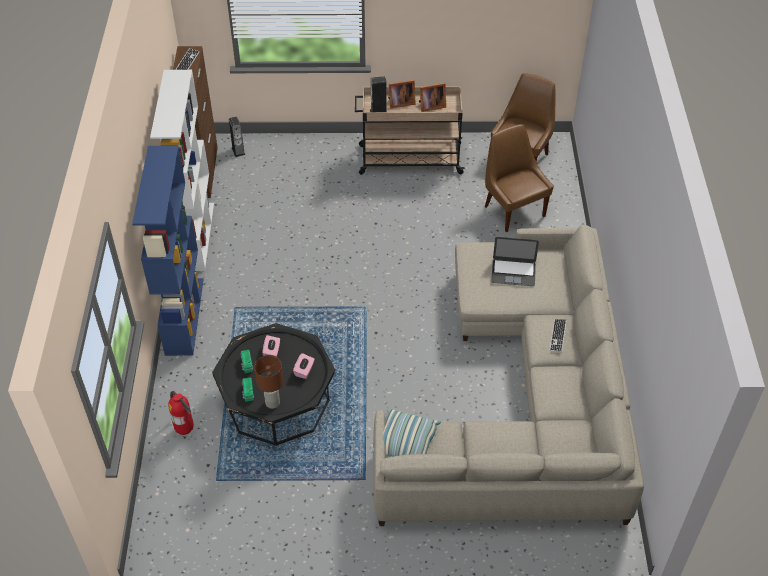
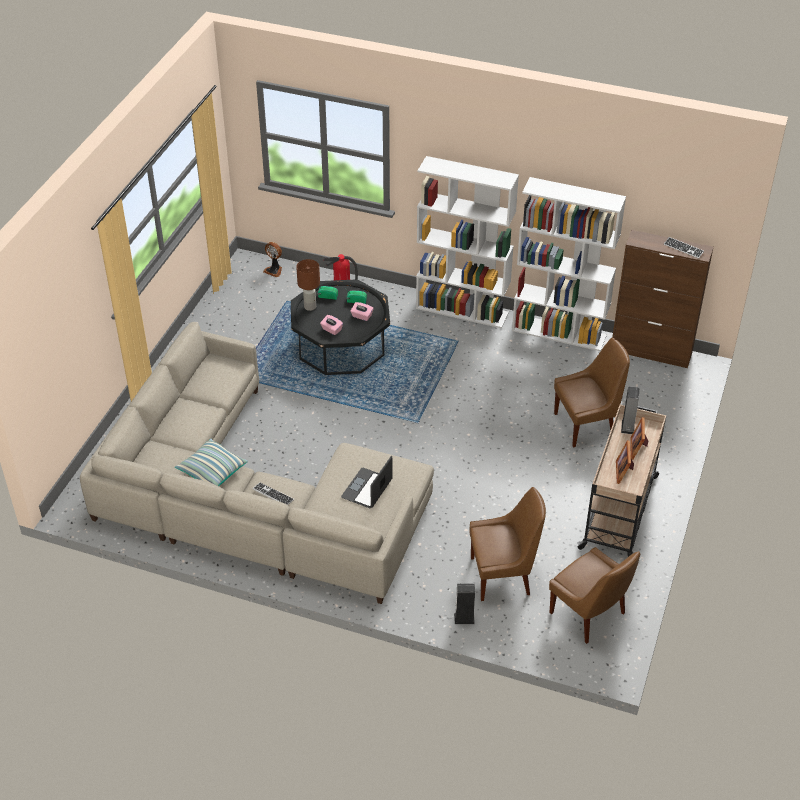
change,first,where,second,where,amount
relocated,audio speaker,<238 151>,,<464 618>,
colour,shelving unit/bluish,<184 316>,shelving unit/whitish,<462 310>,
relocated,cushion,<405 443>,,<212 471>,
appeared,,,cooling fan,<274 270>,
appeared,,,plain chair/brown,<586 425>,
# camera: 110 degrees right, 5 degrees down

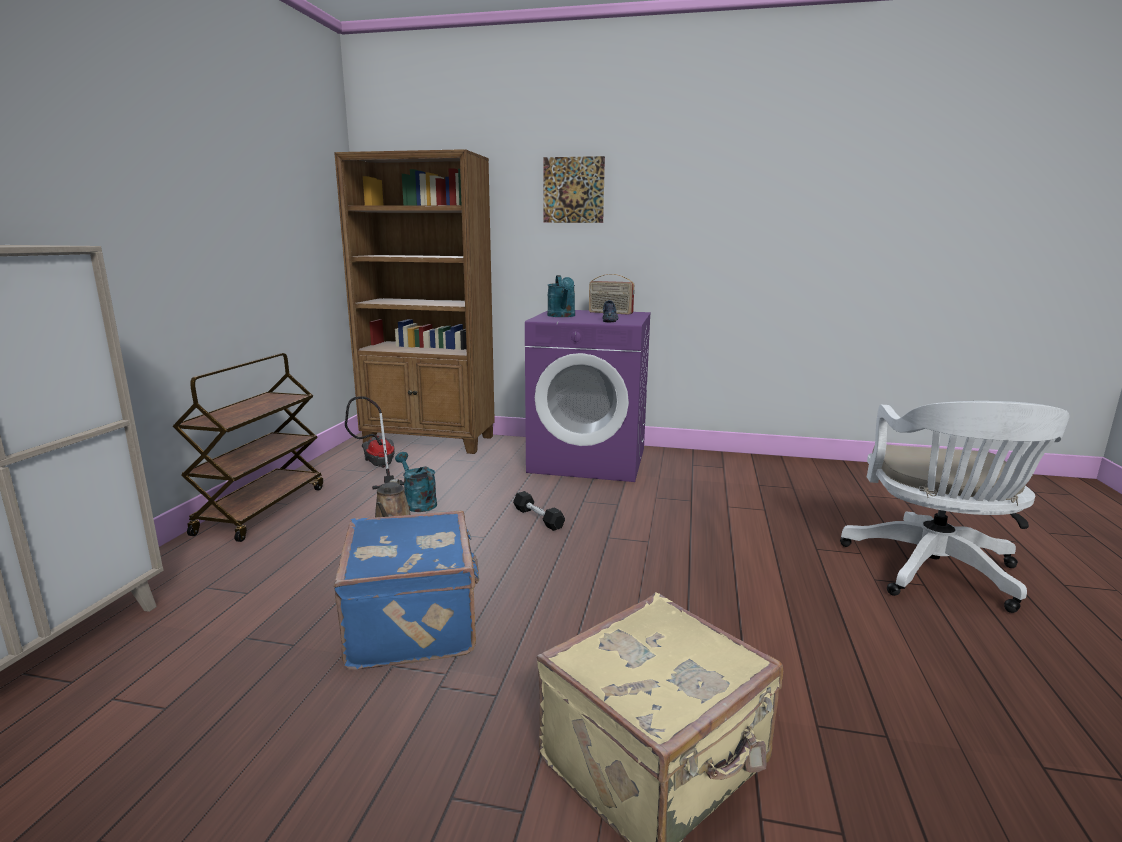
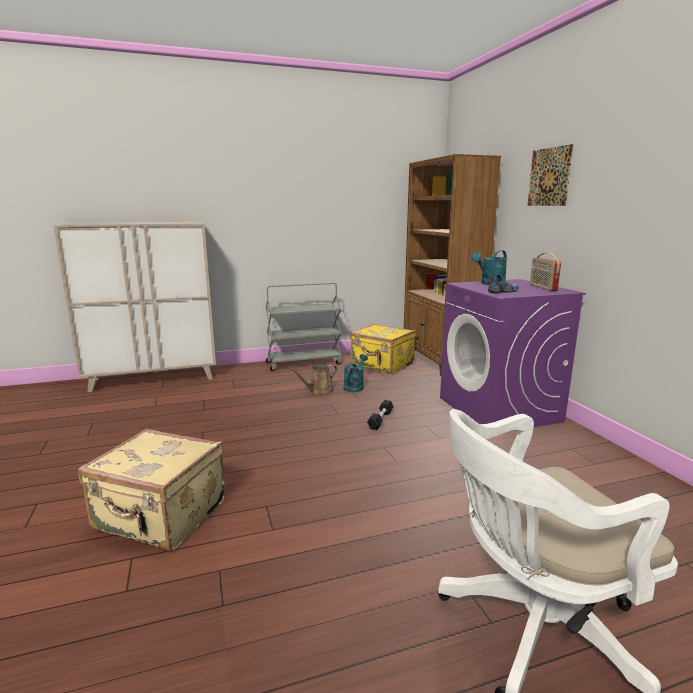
change,first,where,second,where,amount
colour,wheeled cart/brown,<262 509>,wheeled cart/greyish,<304 363>,
exchanged,vacuum,<378 468>,suitcase/yellow-coloured,<382 365>,
missing,suitcase/bluish,<415 623>,,,
# camera: 60 degrees right, 0 degrees up

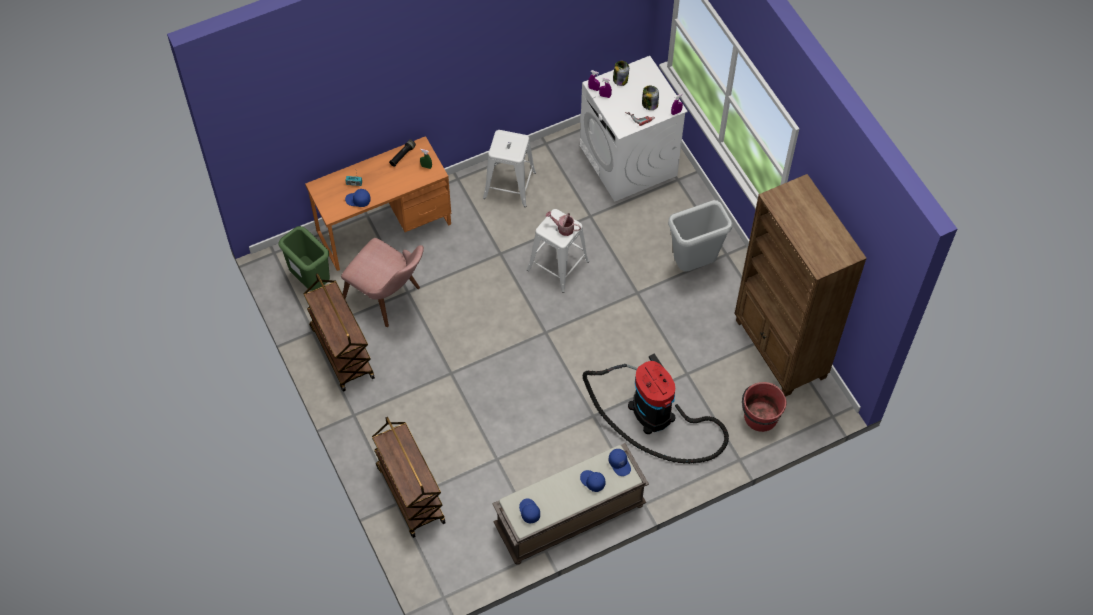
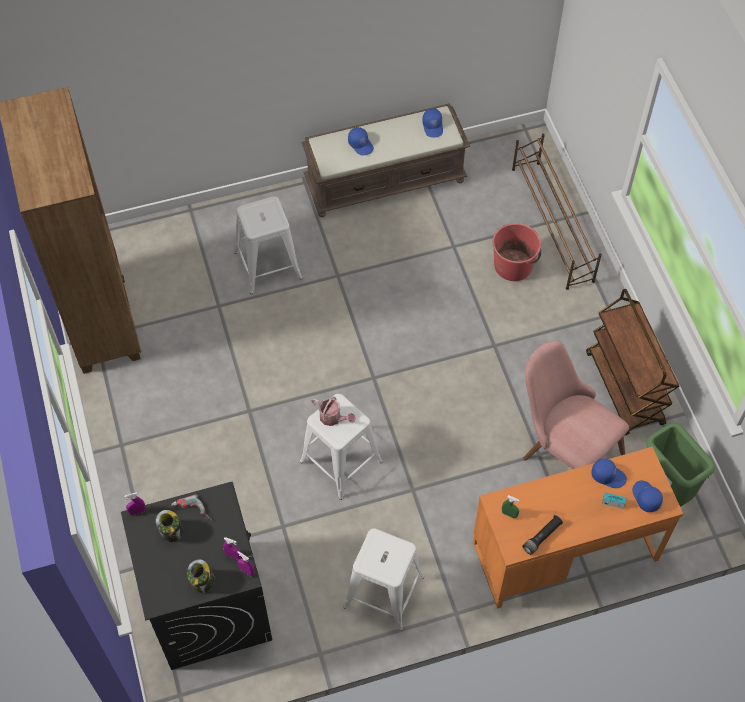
change,first,where,second,where,amount
colour,washing machine/whitish,<628 161>,washing machine/black,<208 604>,
missing,trash can/greyish,<694 265>,,,
exchanged,vacuum,<655 416>,stool seat/whitish,<268 265>,
relocated,water bucket/red-coloured,<760 417>,,<513 265>,
exchanged,wheeled cart/brown,<410 494>,shoe stand/brown,<552 225>,
relocated,peaked cap/bluish,<620 464>,,<645 497>,
# camera: 170 degrees left, 0 degrees up

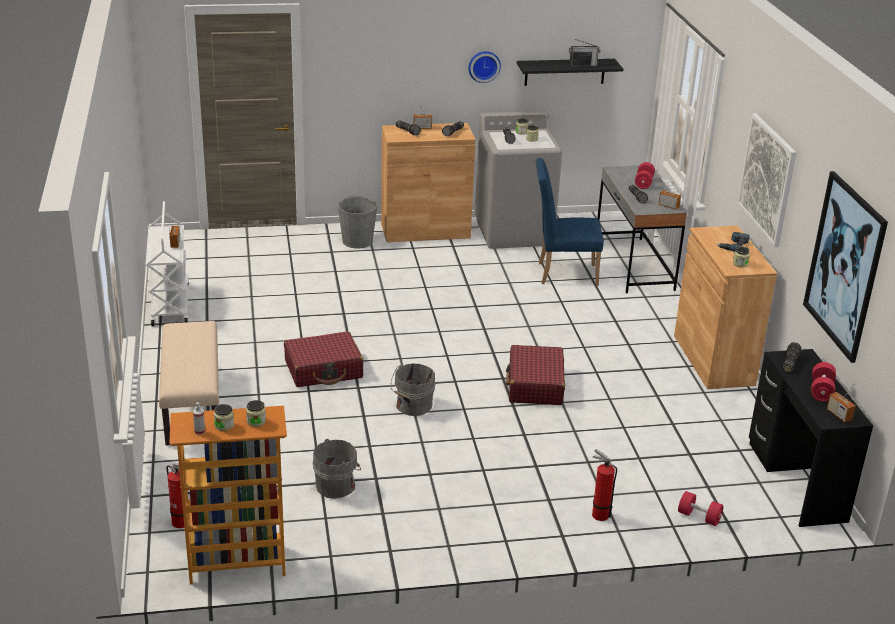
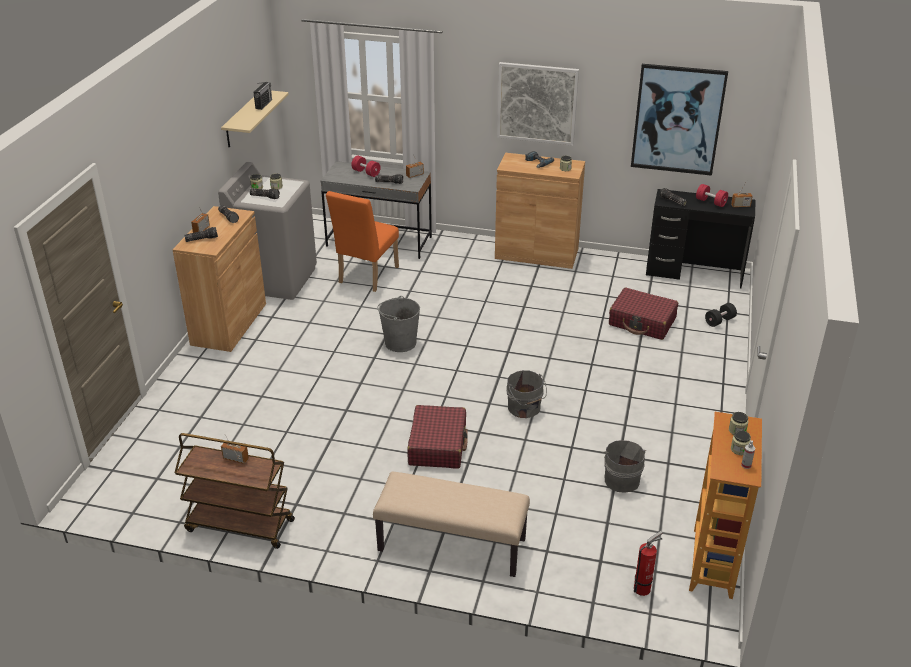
change,first,where,second,where,amount
missing,hanging clock,<484 66>,,,
colour,wall shelf/black,<565 72>,wall shelf/beige,<243 119>,
colour,plain chair/bluish,<562 273>,plain chair/orangey,<366 277>,
relocated,water bucket/greyish,<357 241>,,<400 343>,
colour,wheeled cart/whitish,<169 304>,wheeled cart/brown,<239 526>,
relocated,suitcase/red-coloured,<535 385>,,<642 322>,
missing,fire extinguisher,<598 514>,,,
colour,free weight/red-coloured,<699 517>,free weight/black,<719 321>,
# camera: 65 degrees left, 5 degrees up

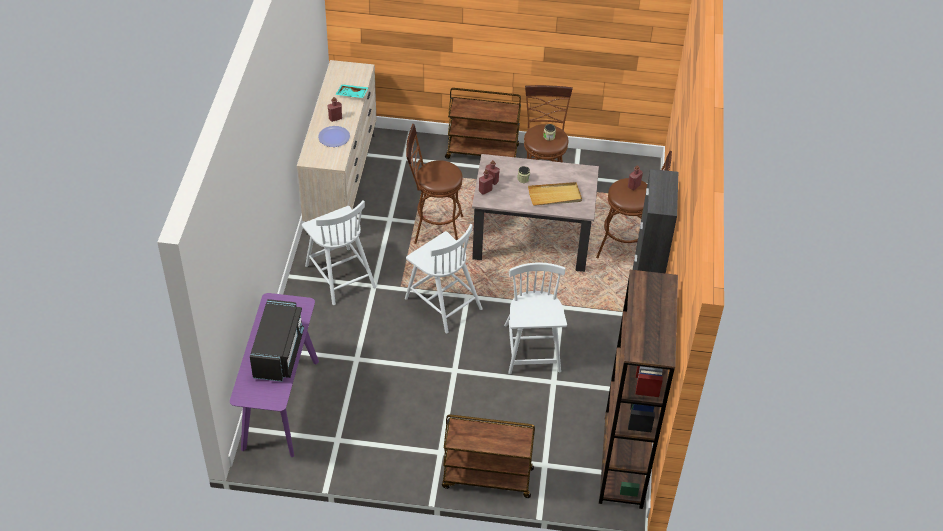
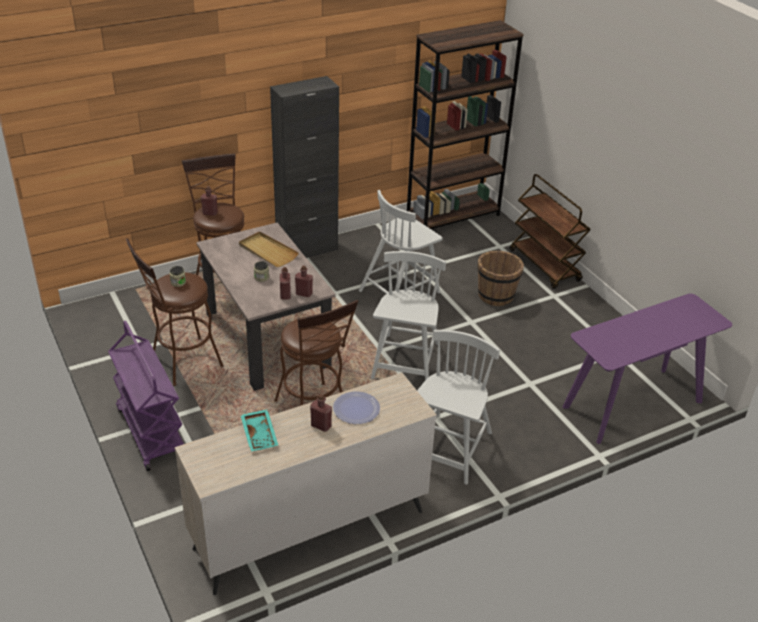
change,first,where,second,where,amount
colour,wheeled cart/brown,<482 152>,wheeled cart/purplish,<150 432>,
missing,microwave/black,<278 353>,,,
appeared,,,water bucket/brown,<496 295>,
# camera: 125 degrees left, 10 degrees down

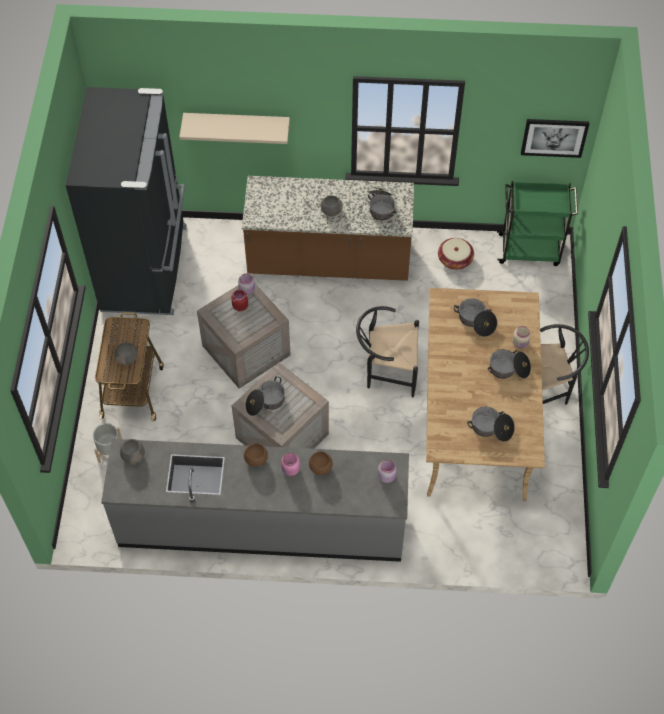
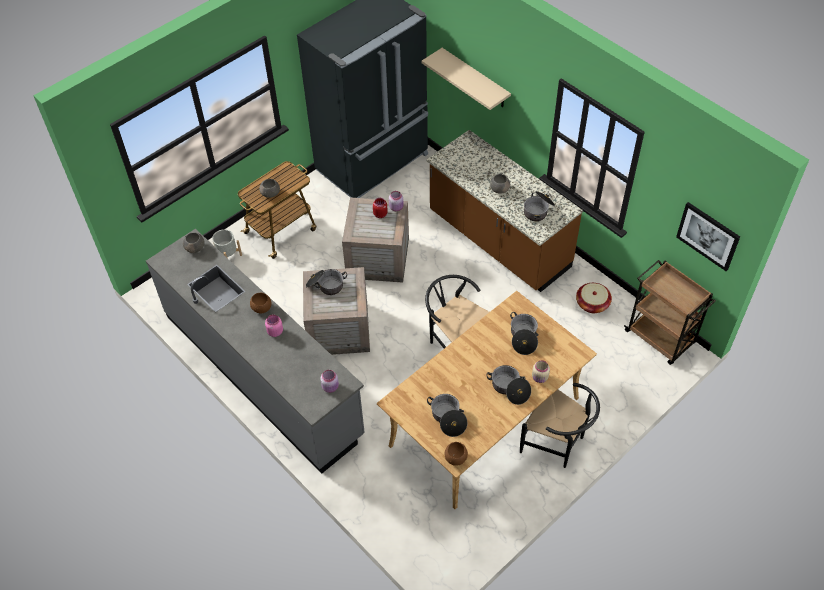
change,first,where,second,where,amount
colour,wheeled cart/green-coloured,<530 250>,wheeled cart/brown,<660 338>,
relocated,deep dish/brown,<320 468>,,<455 458>,
# camera: 45 degrees right, 5 degrees down

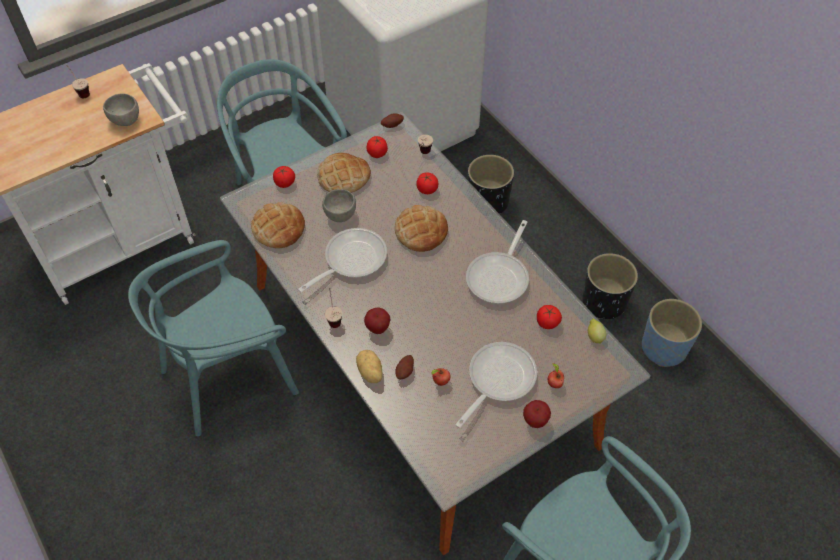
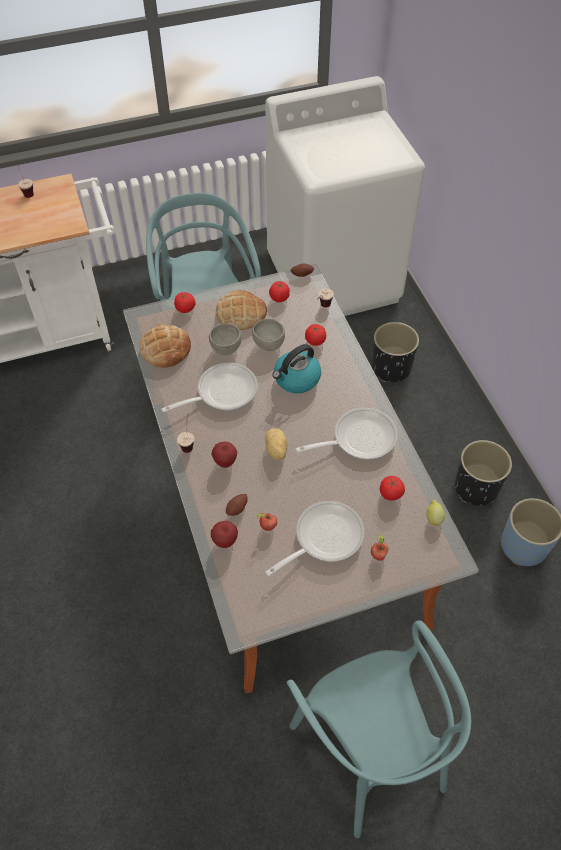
change,first,where,second,where,amount
relocated,deep dish/greyish,<125 121>,,<268 345>,
exchanged,bread,<421 231>,tea kettle,<296 379>,
spun,skillet,<500 276>,,<358 438>,150 degrees counterclockwise
missing,plain chair/turquoise,<229 377>,,,
relocated,spud,<369 373>,,<275 450>,
relocated,apple fruit,<535 421>,,<225 541>,
# camera: 15 degrees right, 0 degrees up

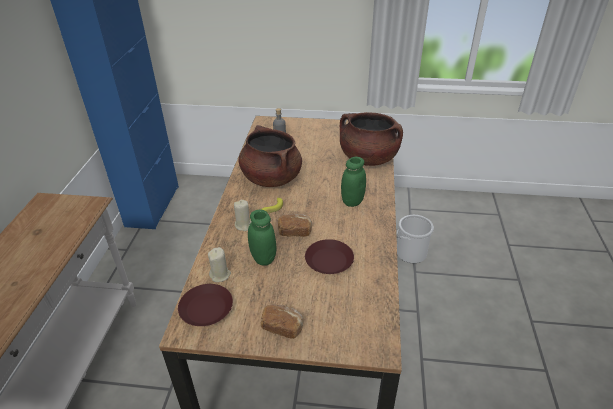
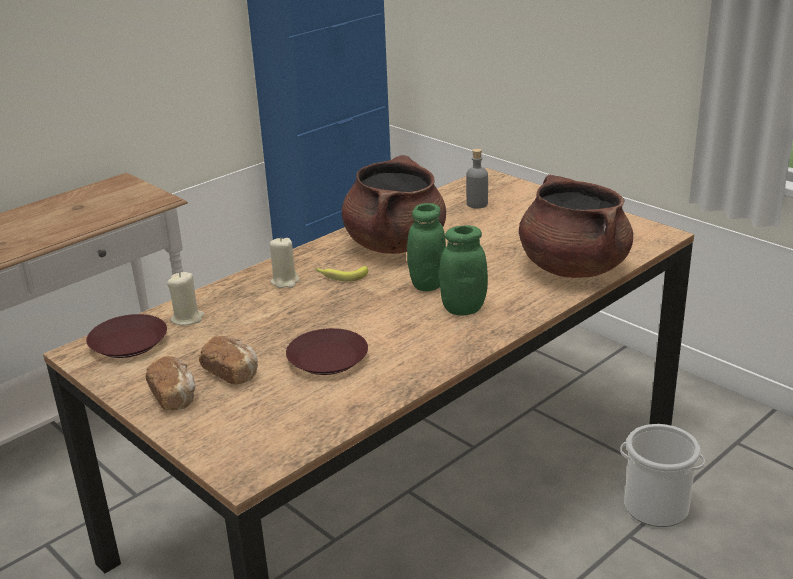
change,first,where,second,where,amount
relocated,jar/green-coloured,<263 258>,,<427 284>,
relocated,bread,<294 231>,,<232 372>,
# camera: 40 degrees right, 10 degrees down

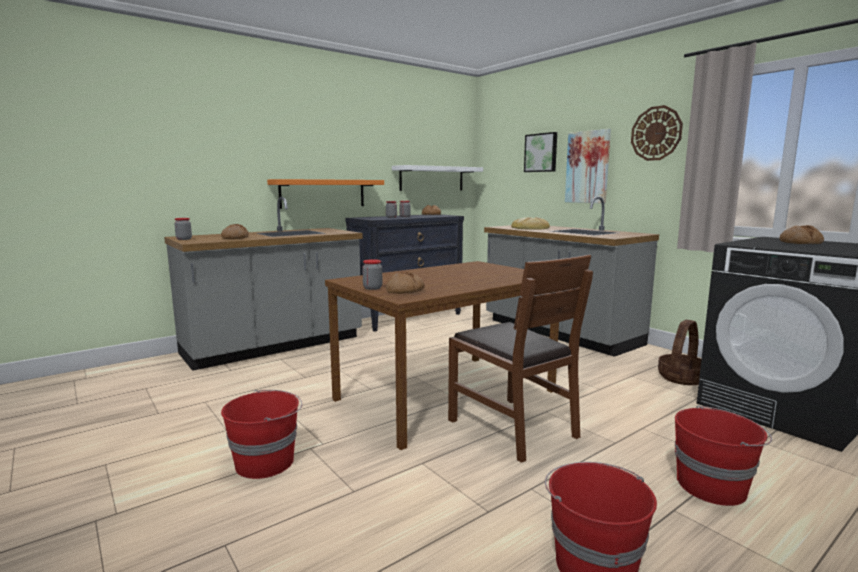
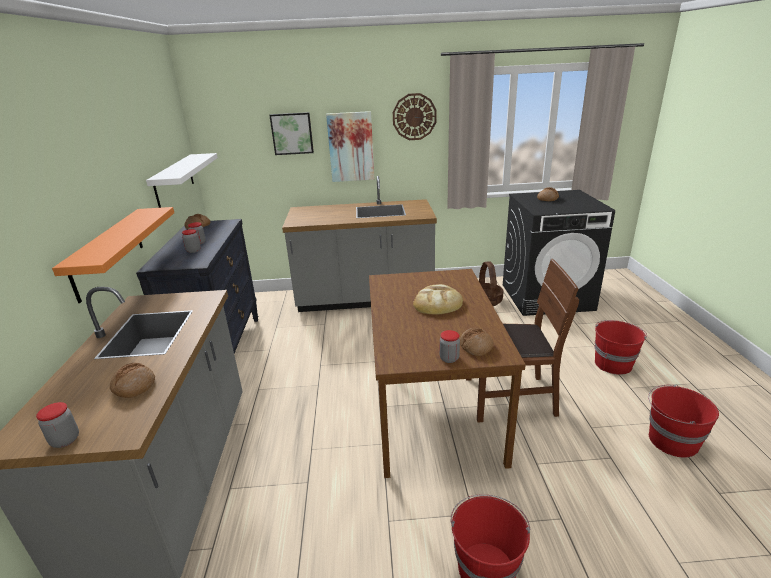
change,first,where,second,where,amount
relocated,bread,<530 228>,,<437 303>,
# camera: 55 degrees left, 15 degrees up

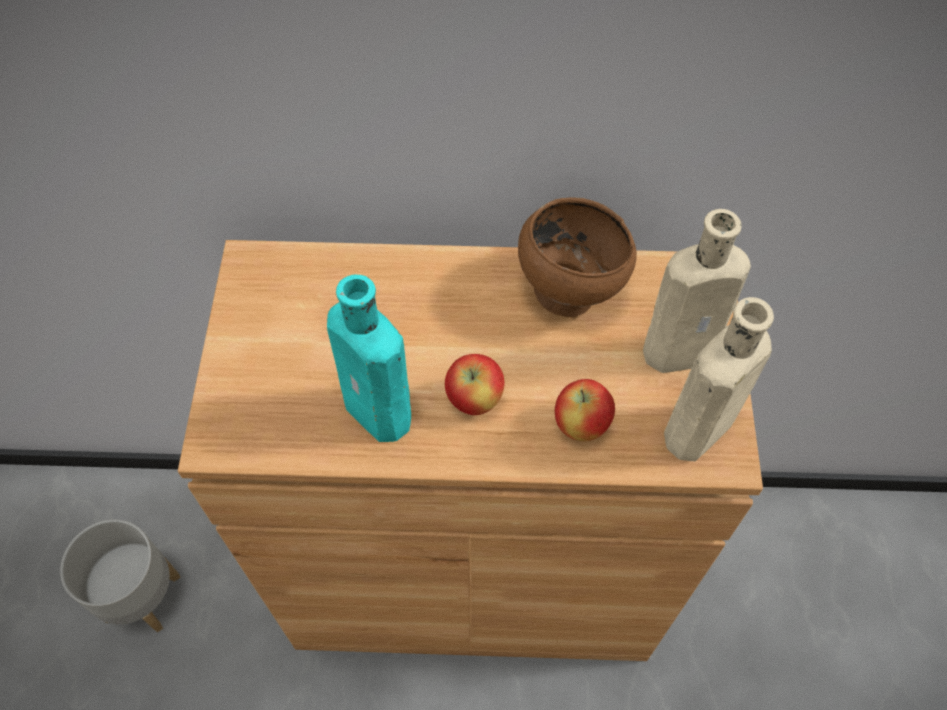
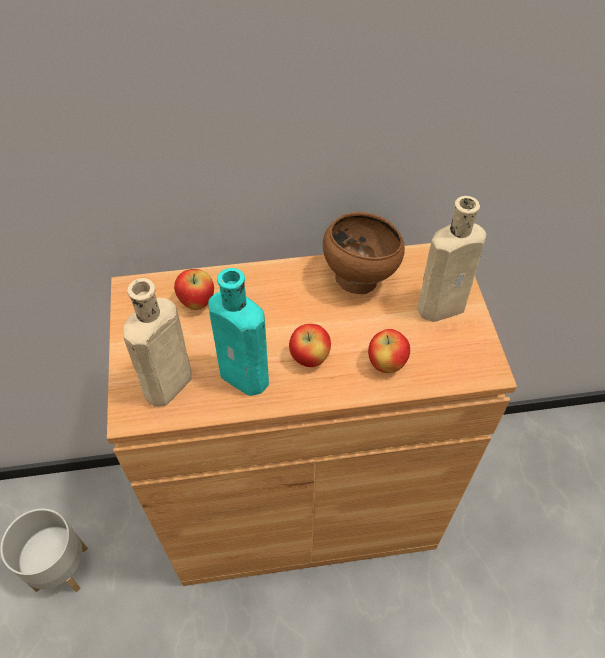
change,first,where,second,where,amount
relocated,drink bottle/beige,<694 434>,,<166 387>,
appeared,,,apple fruit,<197 302>,
# camera: 10 degrees left, 5 degrees down

